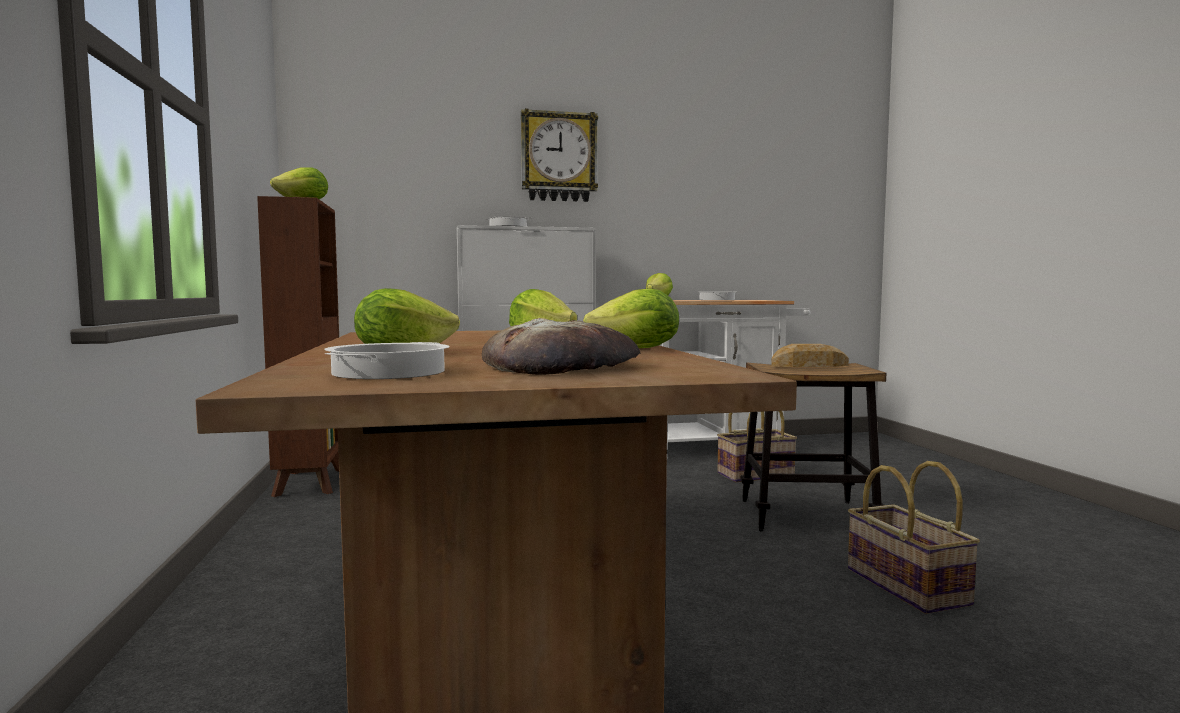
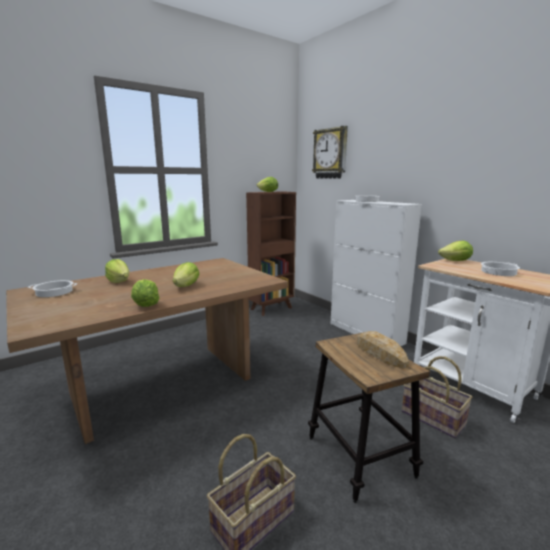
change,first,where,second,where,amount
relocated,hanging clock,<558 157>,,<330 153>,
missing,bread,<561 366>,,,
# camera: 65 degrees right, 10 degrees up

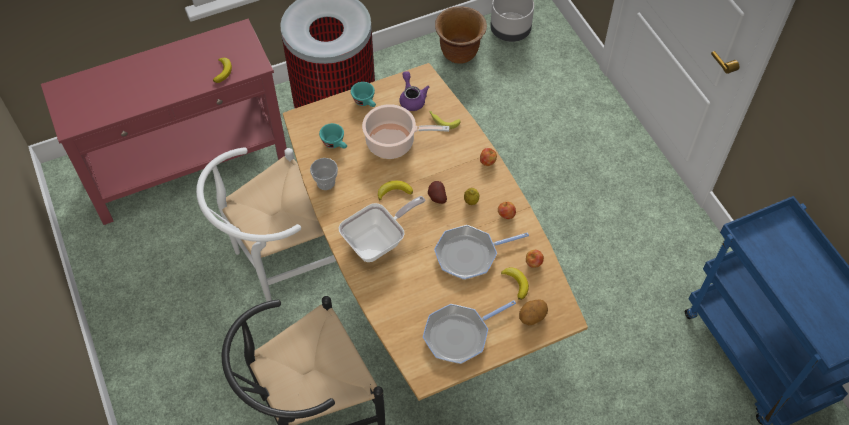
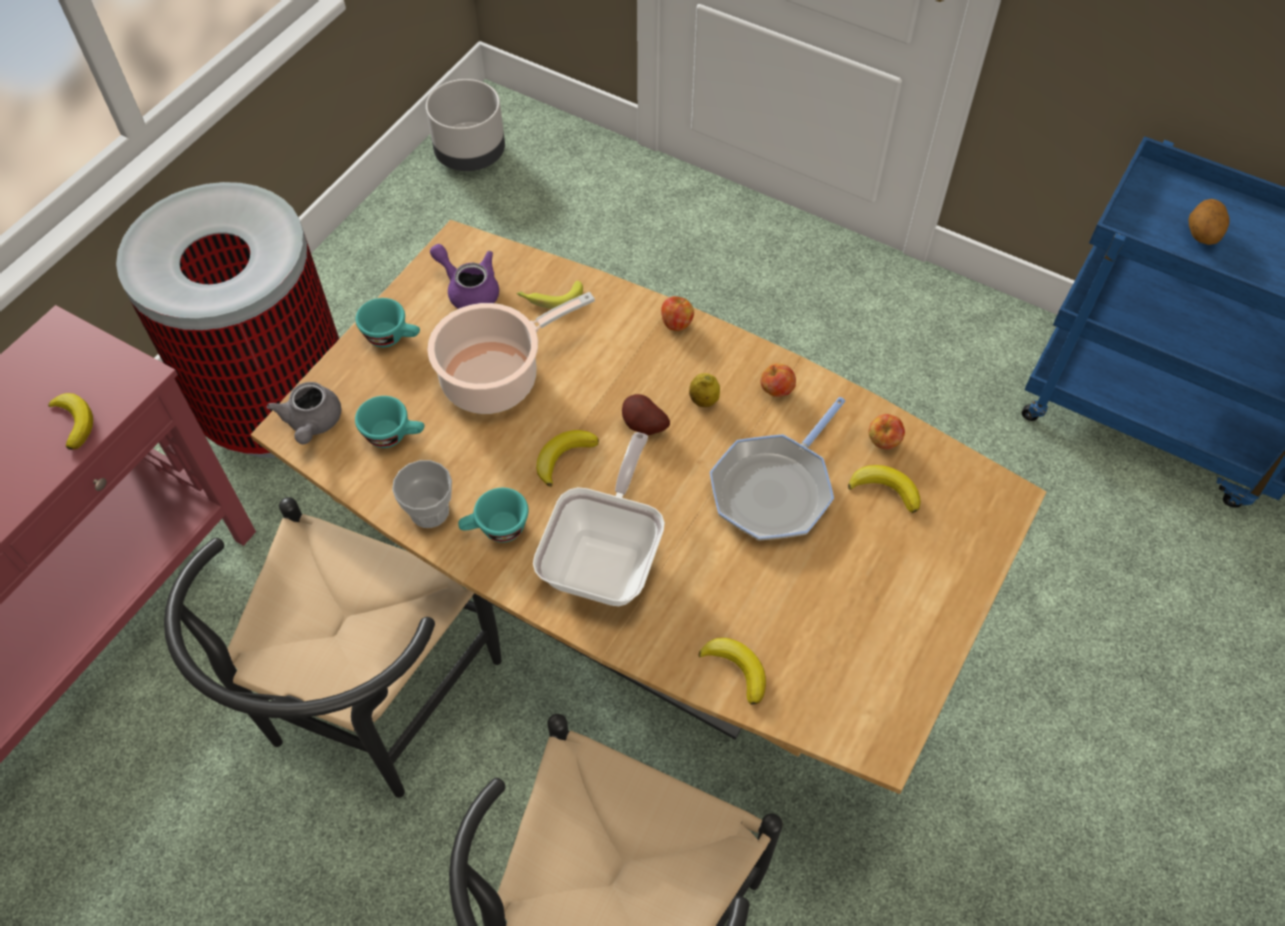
change,first,where,second,where,amount
missing,flower pot/brown,<459 53>,,,
colour,plain chair/whitish,<280 262>,plain chair/black,<368 710>,
relocated,spud,<532 317>,,<1201 235>,
missing,skillet,<459 335>,,,
appeared,,,tea pot/greyish,<312 424>,
appeared,,,drinking cup/turquoise,<496 530>,
appeared,,,whole banana,<736 669>,
# camera: 35 degrees left, 0 degrees up

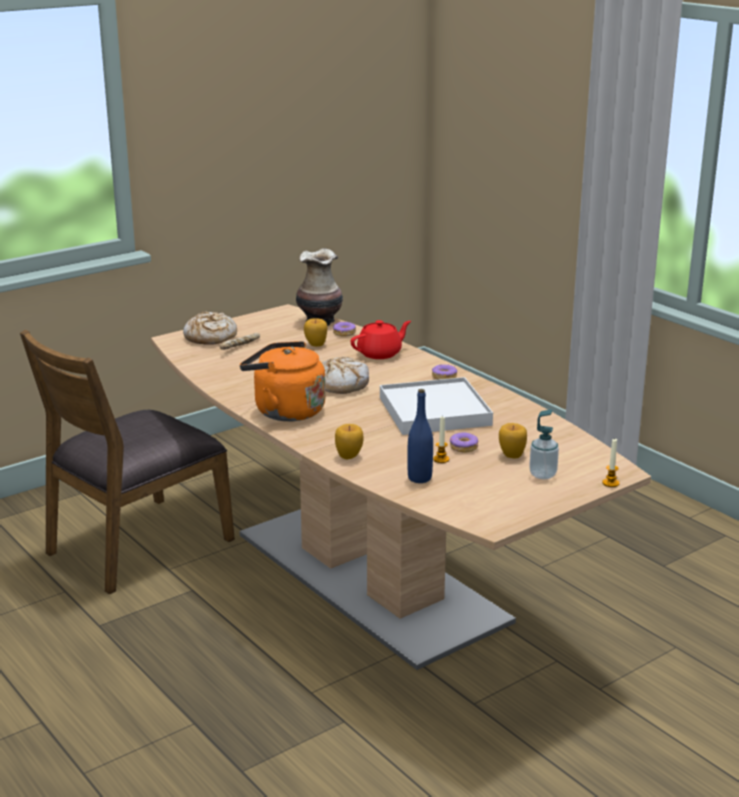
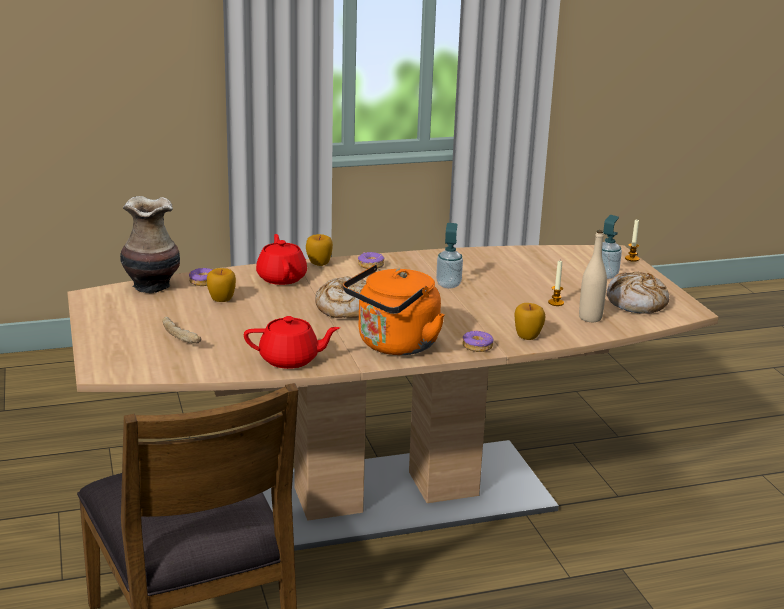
change,first,where,second,where,amount
relocated,bread,<210 337>,,<636 303>,
exchanged,carrying tray/whitish,<434 411>,liquid soap bottle,<448 285>,
colour,drink bottle/bluish,<419 478>,drink bottle/beige,<590 318>,
relocated,apple fruit,<511 455>,,<319 264>,
relocated,ring doughnut,<464 447>,,<477 346>,
appeared,,,tea pot/red-coloured,<290 360>,
# camera: 70 degrees left, 0 degrees up

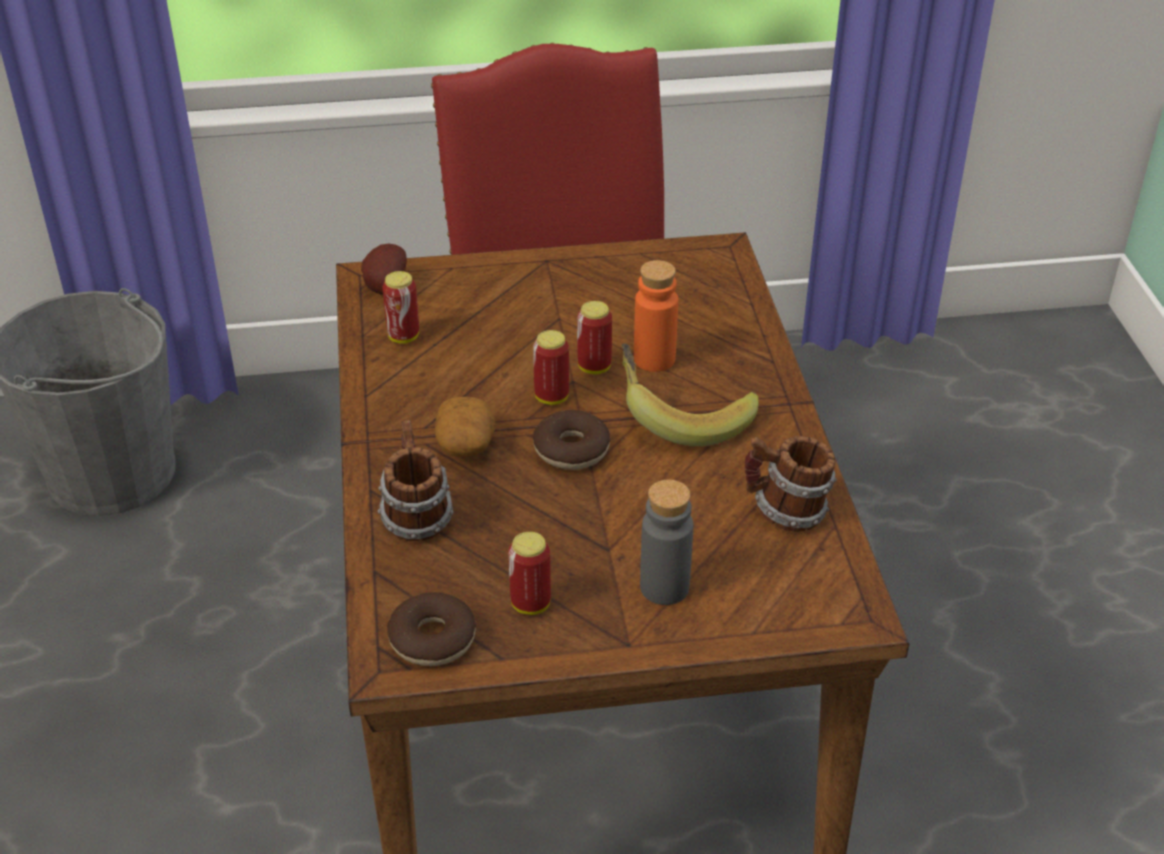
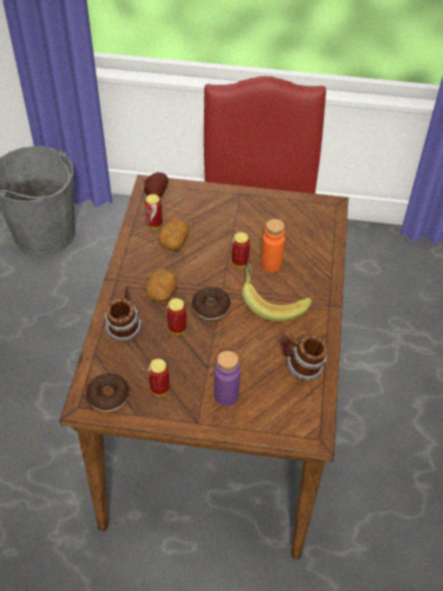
change,first,where,second,where,amount
relocated,can,<551 397>,,<177 329>,
colour,drink bottle/greyish,<664 587>,drink bottle/purplish,<226 395>,
appeared,,,spud,<173 241>,
# camera: 15 degrees right, 10 degrees up

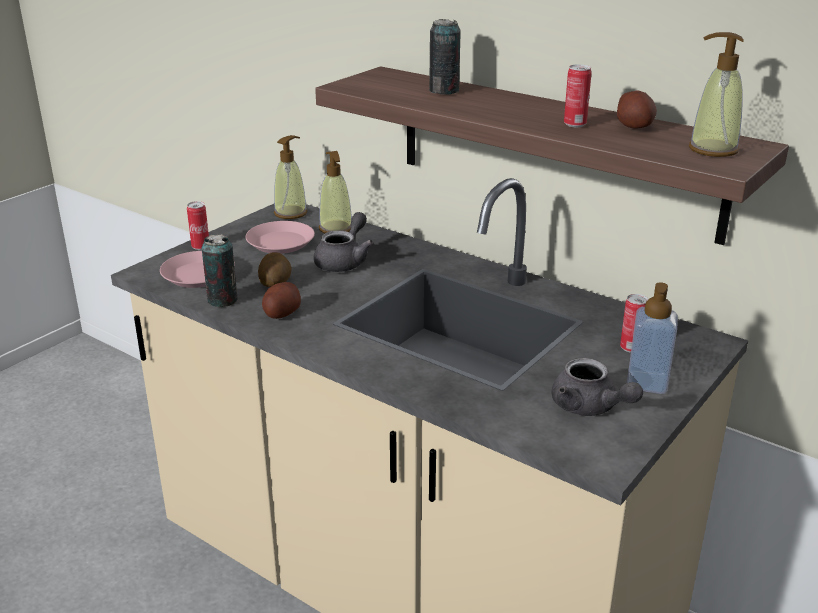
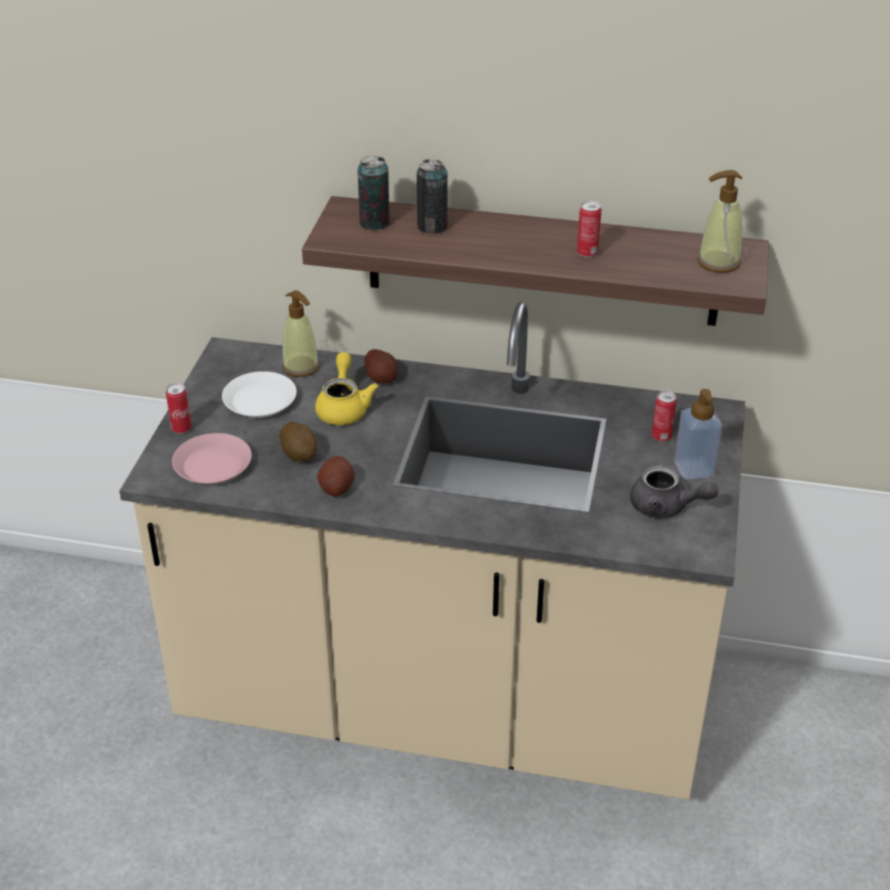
change,first,where,second,where,amount
relocated,spud,<634 126>,,<381 378>,
missing,liquid soap bottle,<291 213>,,,
colour,tea pot/greyish,<344 261>,tea pot/yellow-coloured,<344 407>,
colour,plate/pink,<280 243>,plate/whitish,<260 401>,
relocated,can,<222 300>,,<374 223>,
# camera: 25 degrees left, 10 degrees up

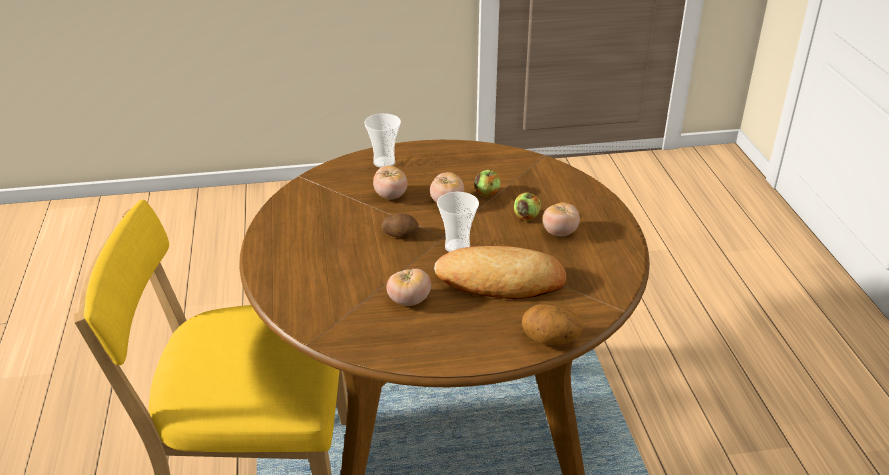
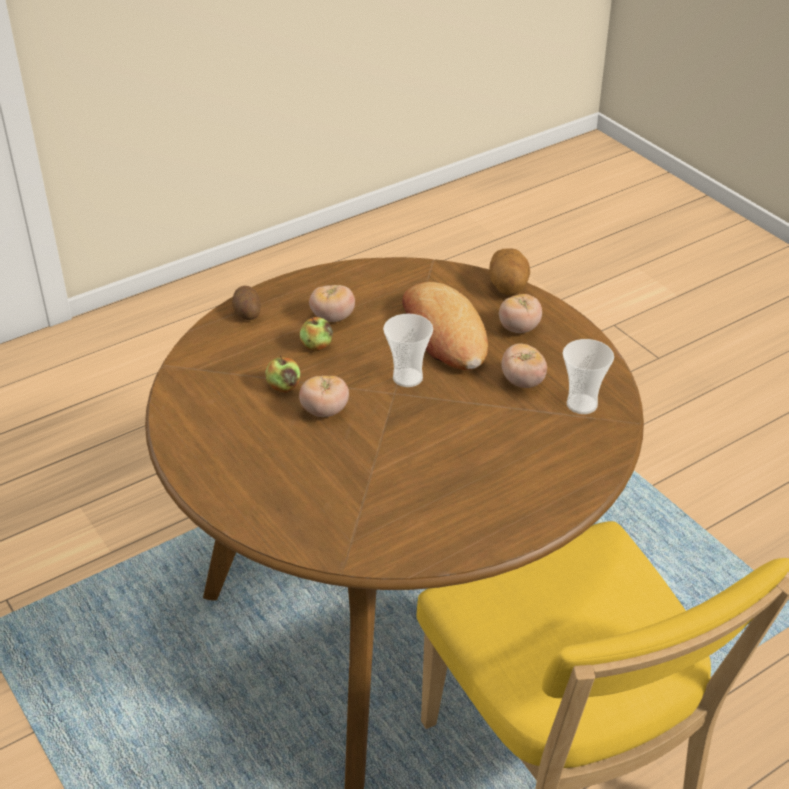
change,first,where,second,where,amount
relocated,drinking cup,<384 162>,,<581 404>,
relocated,fresh tomato,<390 196>,,<519 328>,
relocated,spud,<400 234>,,<247 313>,
# camera: 115 degrees left, 5 degrees up

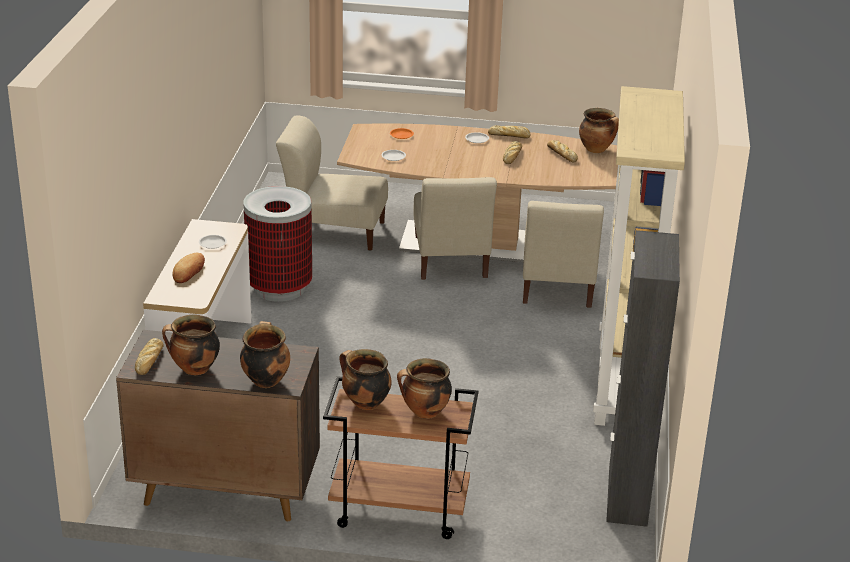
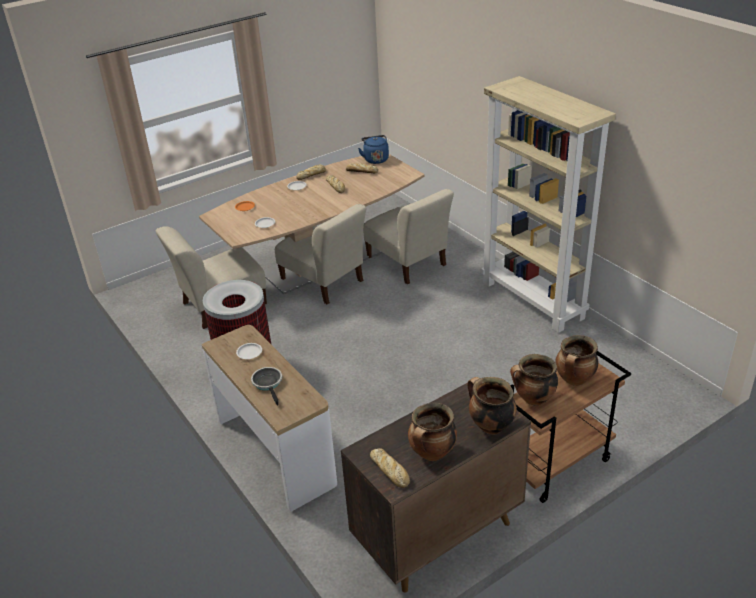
change,first,where,second,where,amount
exchanged,cooking pot,<597 149>,tea kettle/bluish,<375 159>,
missing,cabinet/black,<627 496>,,,
exchanged,bread,<189 271>,skillet,<268 384>,
# camera: 40 degrees left, 5 degrees up

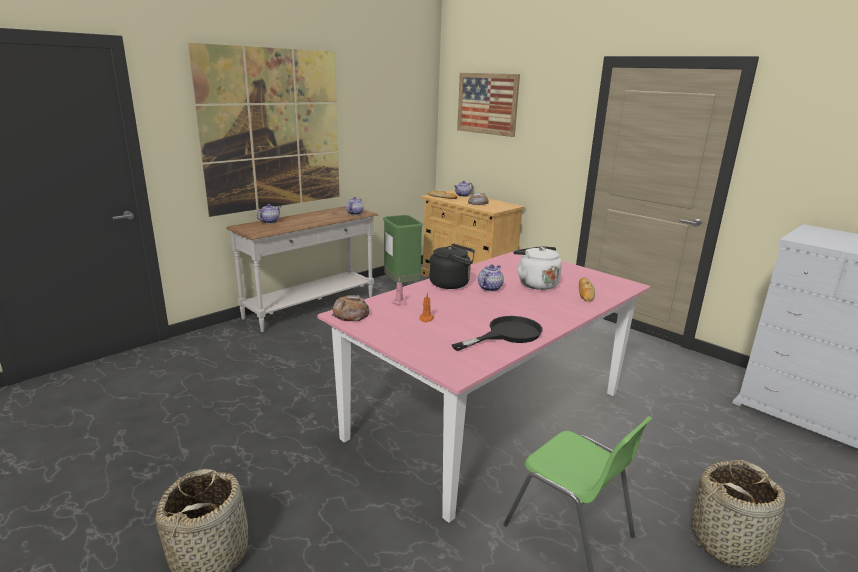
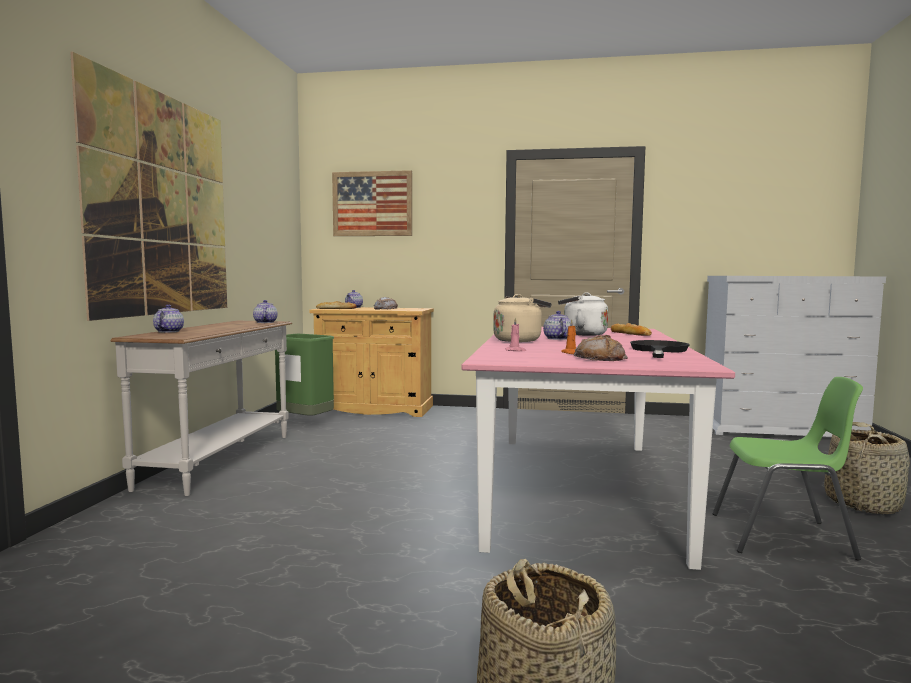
change,first,where,second,where,amount
colour,tea kettle/black,<452 284>,tea kettle/beige,<519 340>,
relocated,bread,<351 313>,,<600 358>,
# camera: 35 degrees left, 15 degrees down

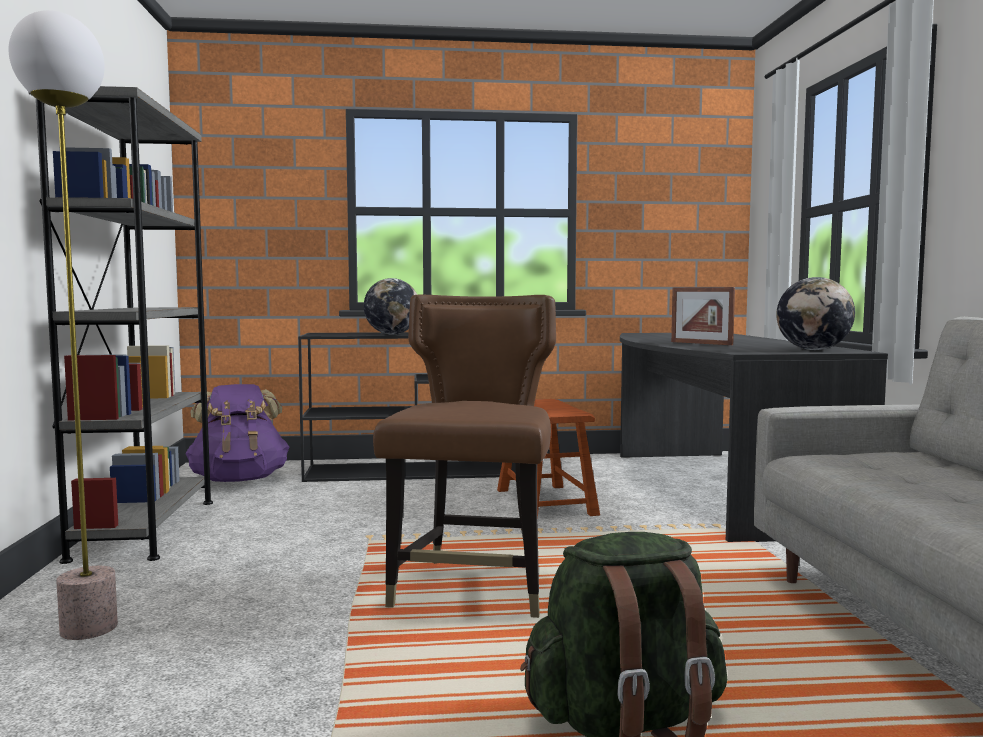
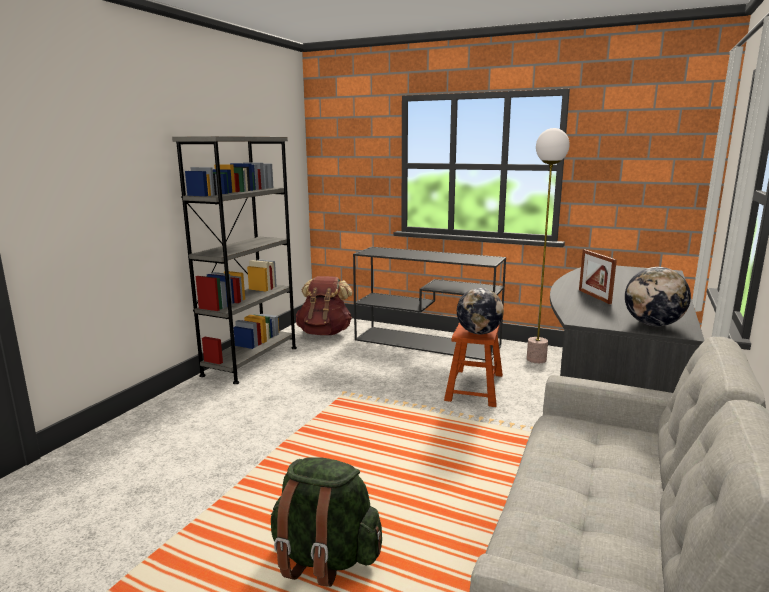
change,first,where,second,where,amount
relocated,floor lamp,<90 628>,,<536 359>,
relocated,globe,<392 334>,,<478 333>,
missing,plain chair/brown,<473 588>,,,
colour,rucksack/purplish,<239 480>,rucksack/brown,<325 333>,
# camera: 30 degrees right, 10 degrees up

